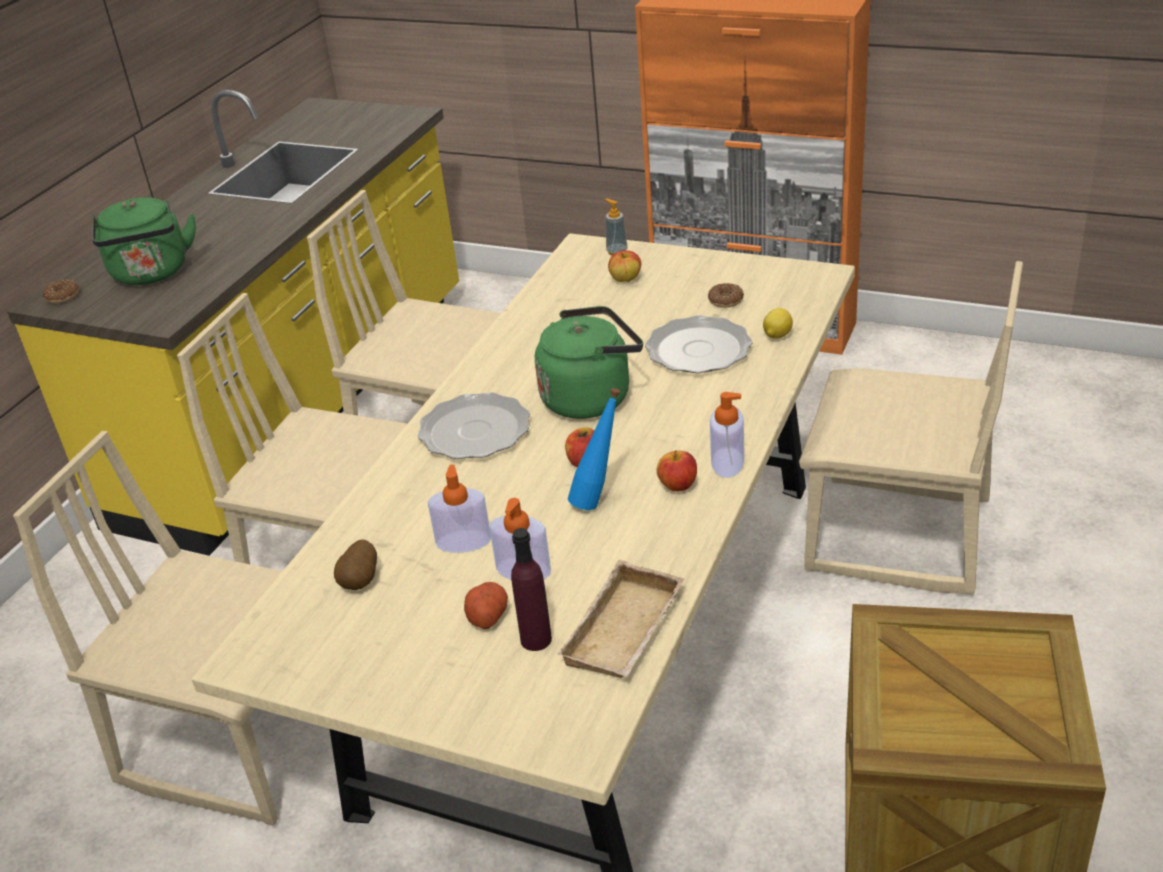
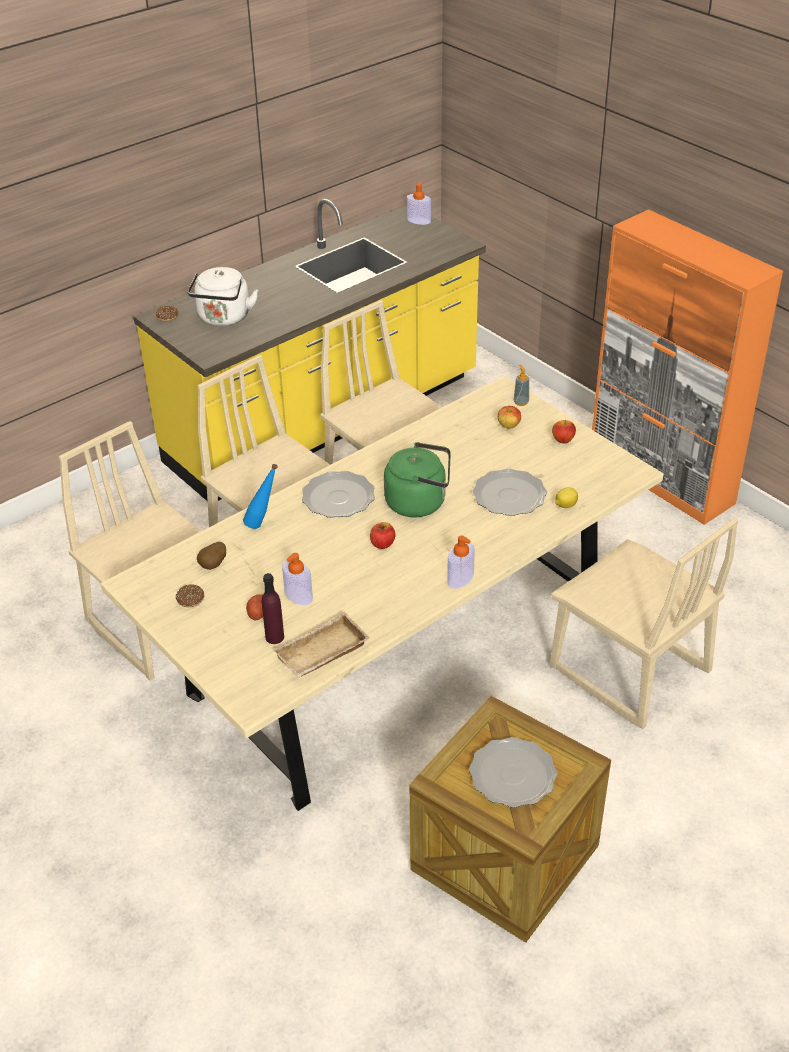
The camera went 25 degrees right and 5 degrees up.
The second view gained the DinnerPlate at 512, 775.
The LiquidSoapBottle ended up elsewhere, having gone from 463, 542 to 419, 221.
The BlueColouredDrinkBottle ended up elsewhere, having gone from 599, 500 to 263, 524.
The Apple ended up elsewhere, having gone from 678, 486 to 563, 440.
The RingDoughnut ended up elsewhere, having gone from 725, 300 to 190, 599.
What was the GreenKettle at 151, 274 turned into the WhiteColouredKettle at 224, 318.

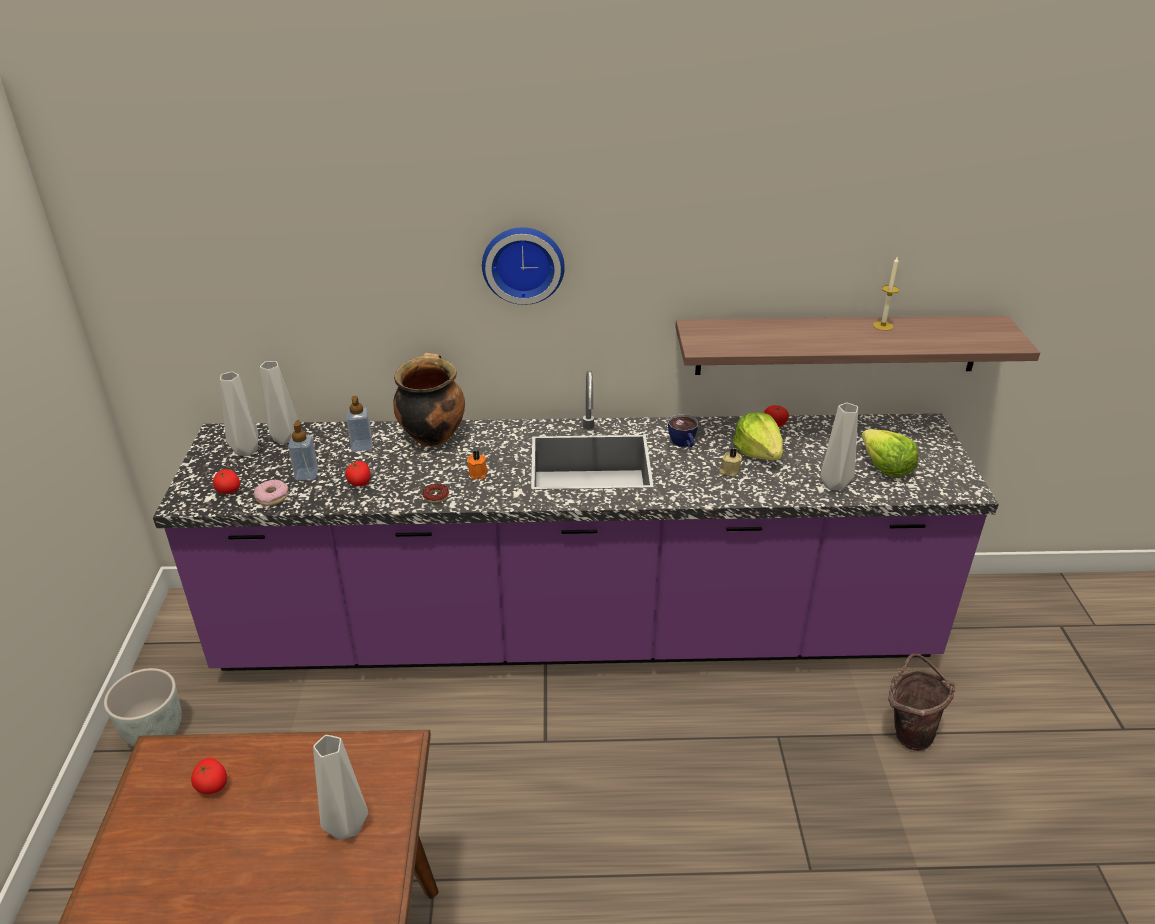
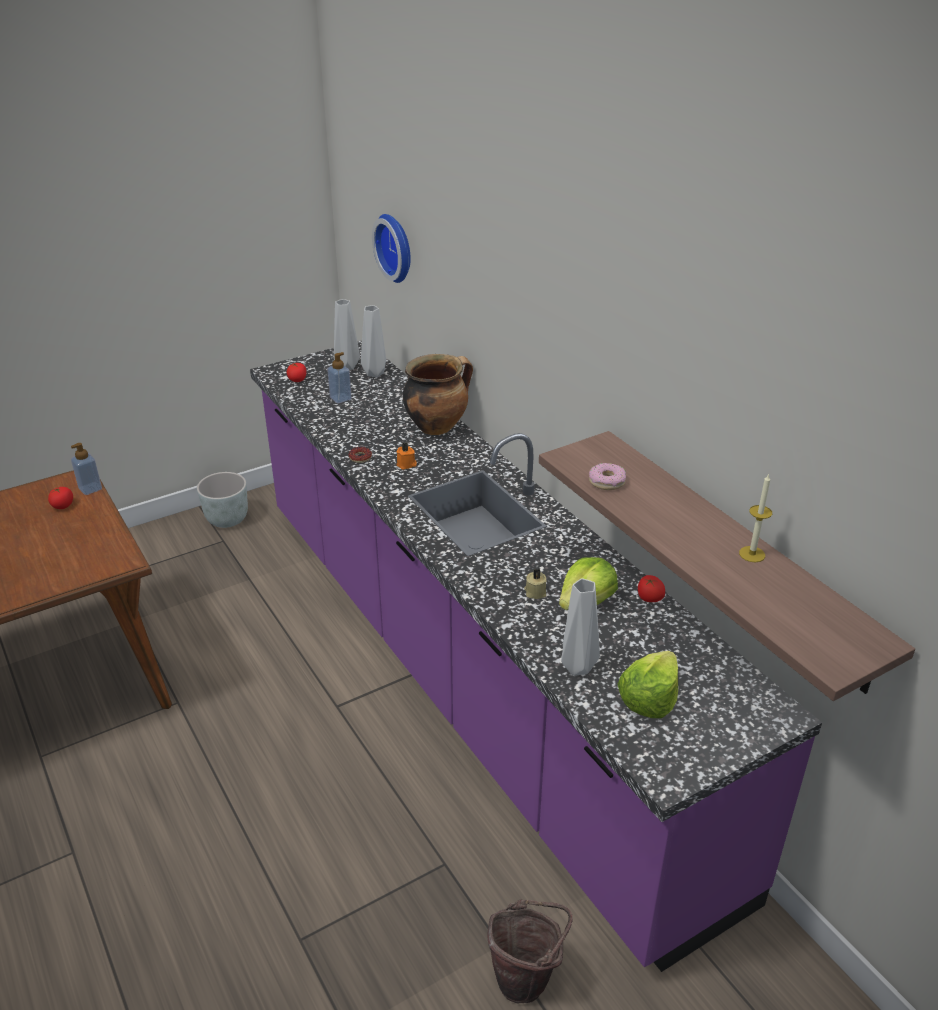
The camera went 60 degrees right and 0 degrees up.
The second view lost the GreyDecorativeVase at 348, 826.
The second view lost the FreshTomato at 360, 483.
The second view lost the Cup at 683, 444.
The RingDoughnut ended up elsewhere, having gone from 272, 497 to 607, 482.
The LiquidSoapBottle ended up elsewhere, having gone from 362, 446 to 90, 489.
The HangingClock ended up elsewhere, having gone from 523, 263 to 397, 247.

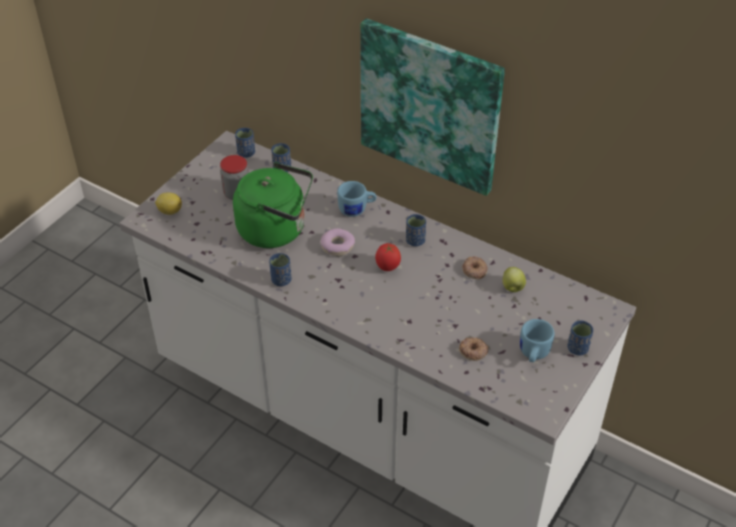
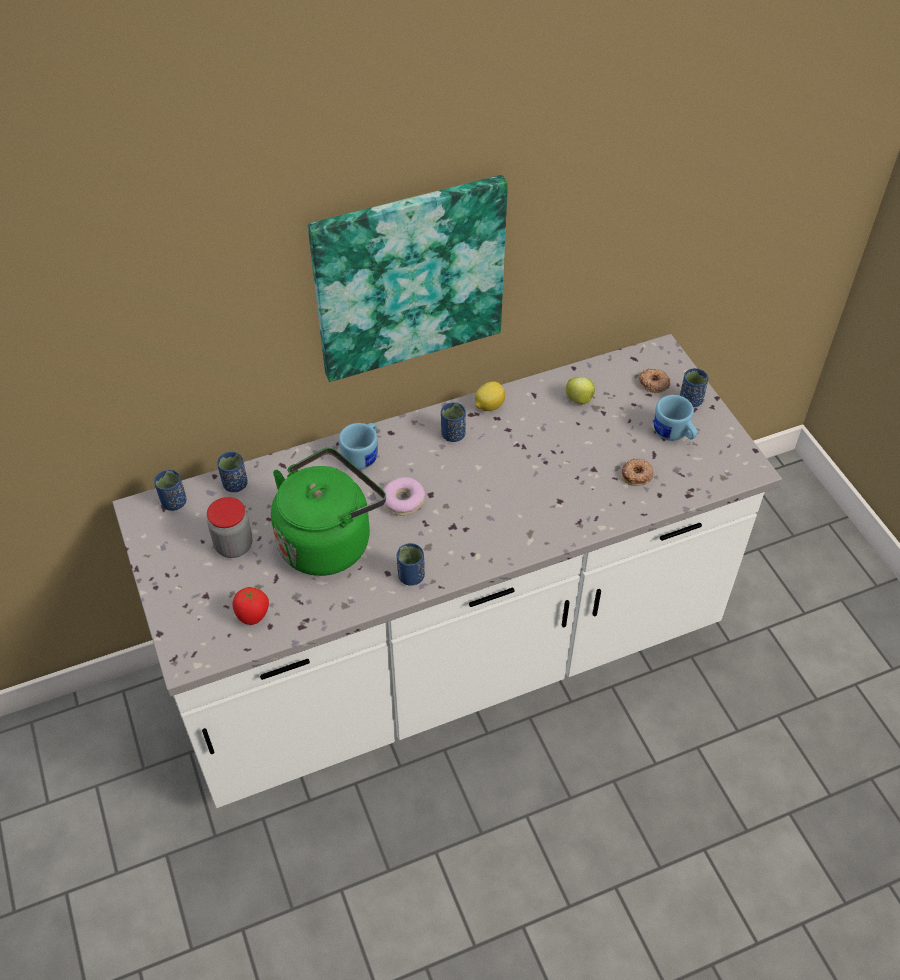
The camera went 55 degrees left and 5 degrees up.
The CitrusFruit ended up elsewhere, having gone from 169, 211 to 488, 406.
The FreshTomato ended up elsewhere, having gone from 387, 267 to 253, 617.
The RingDoughnut ended up elsewhere, having gone from 474, 270 to 653, 383.

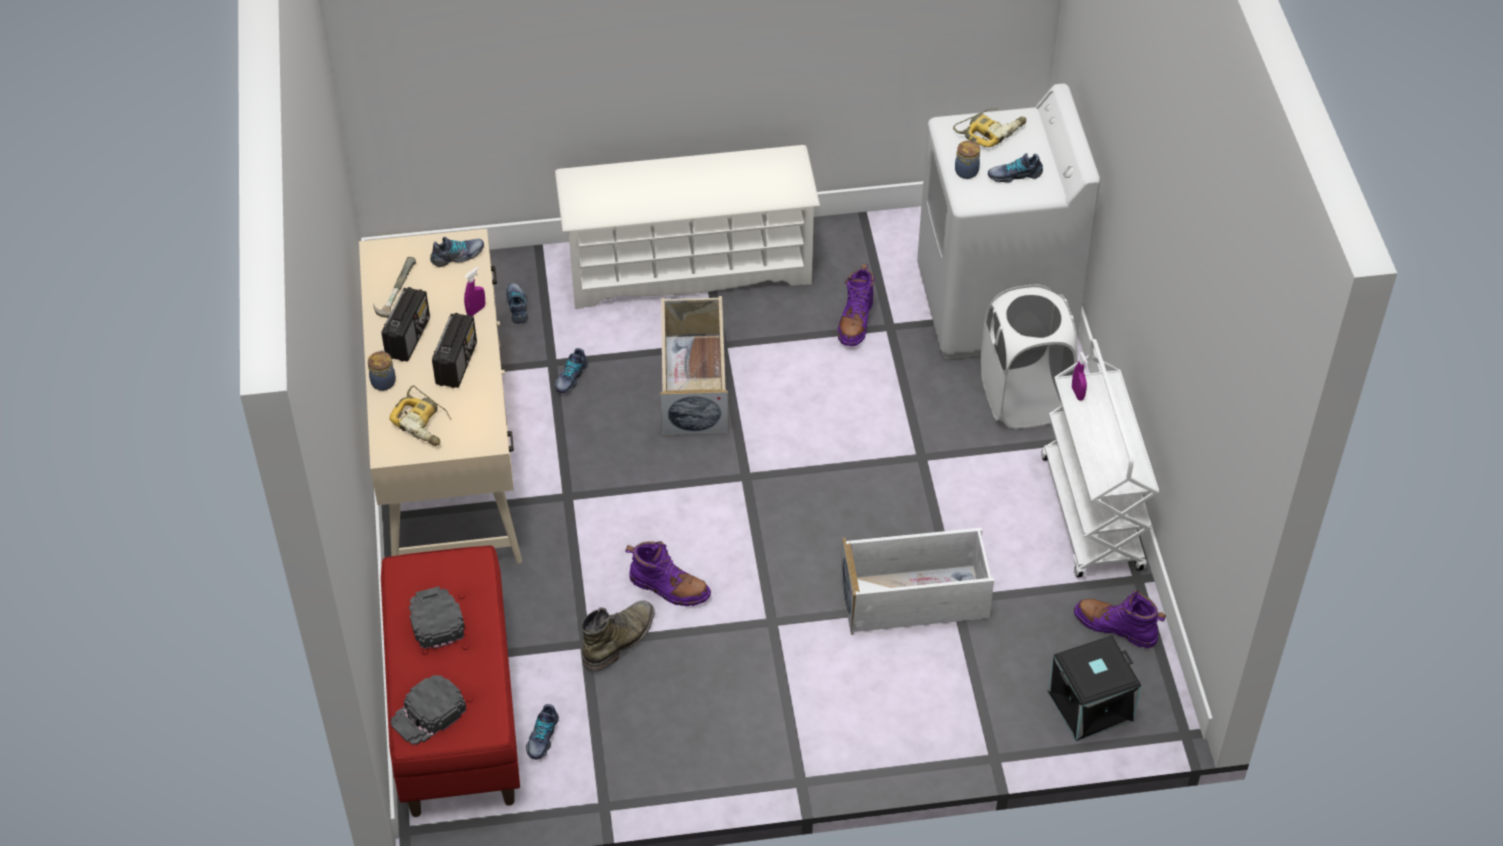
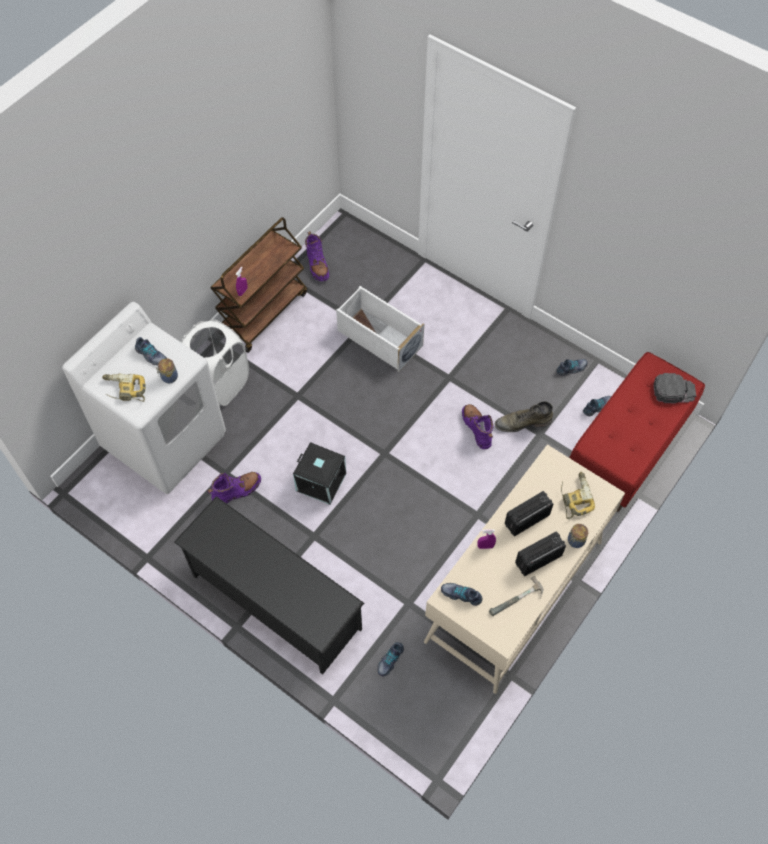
The camera went 135 degrees left and 10 degrees up.
The second view lost the BlackishCap at 435, 619.
The second view lost the BeigeStorageBox at 693, 383.
The LowShoe ended up elsewhere, having gone from 570, 377 to 571, 369.
The BlackishStorageBox ended up elsewhere, having gone from 1090, 707 to 321, 481.
What was the WhiteColouredShoeStand at 689, 267 turned into the BlackishShoeStand at 275, 601.
What was the WhiteColouredTrolley at 1092, 514 turned into the BrownishTrolley at 263, 312.

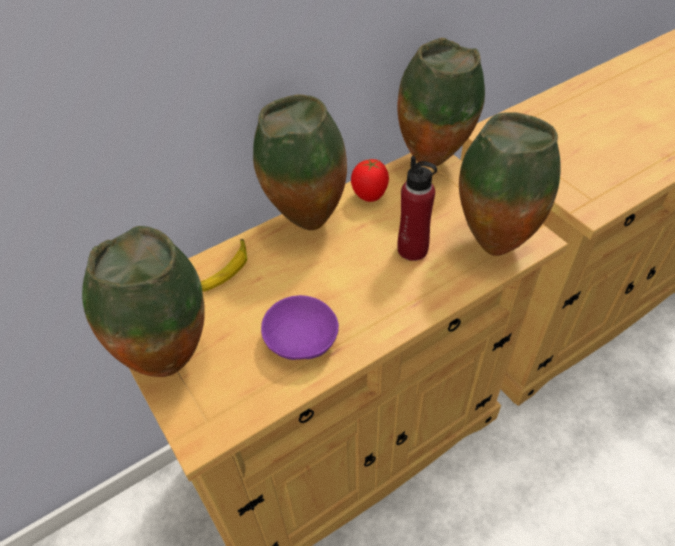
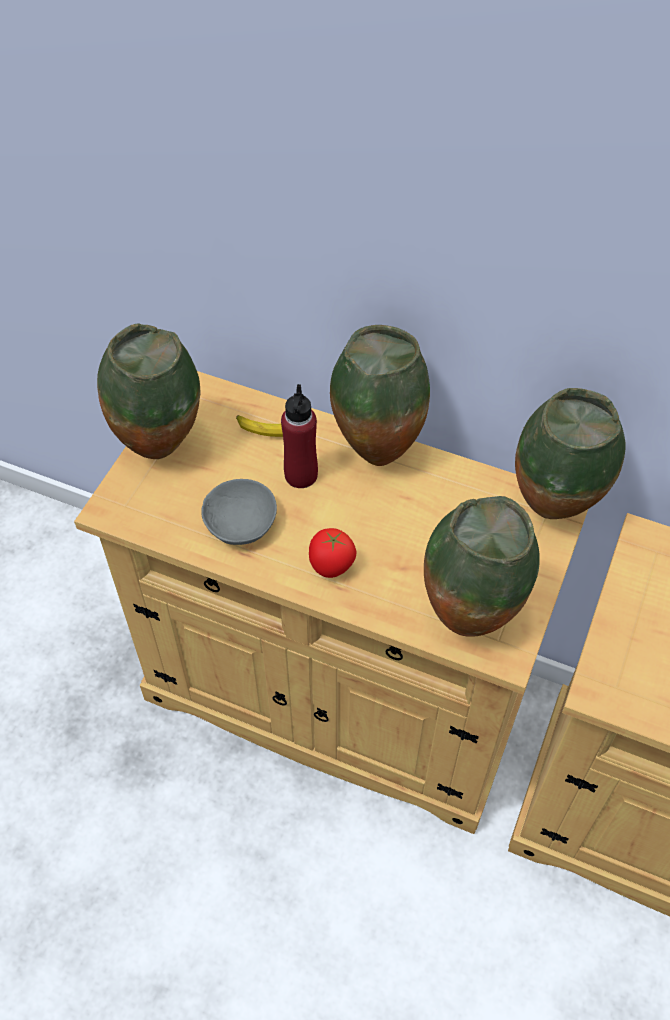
The camera went 55 degrees right and 5 degrees up.
The FreshTomato ended up elsewhere, having gone from 370, 196 to 331, 568.
The RedColouredDrinkBottle ended up elsewhere, having gone from 412, 249 to 301, 475.
What was the PurpleBowl at 303, 338 turned into the GreyBowl at 242, 524.

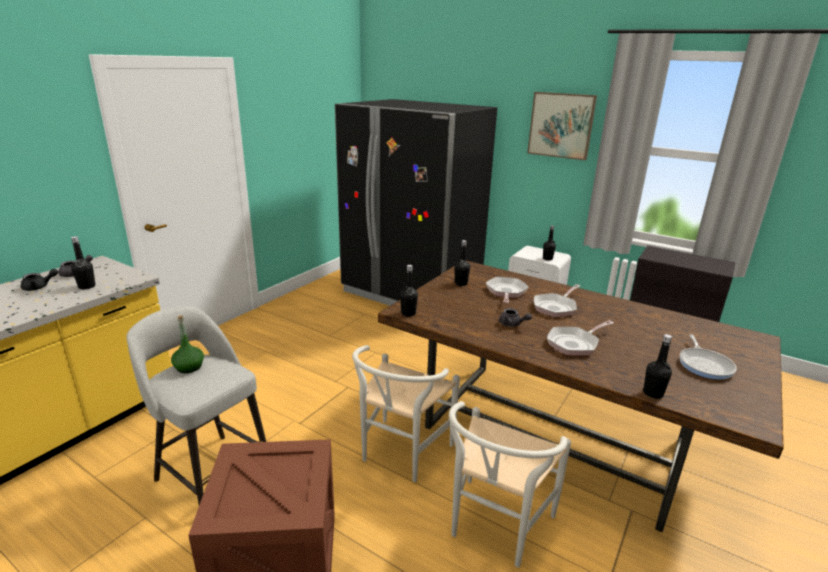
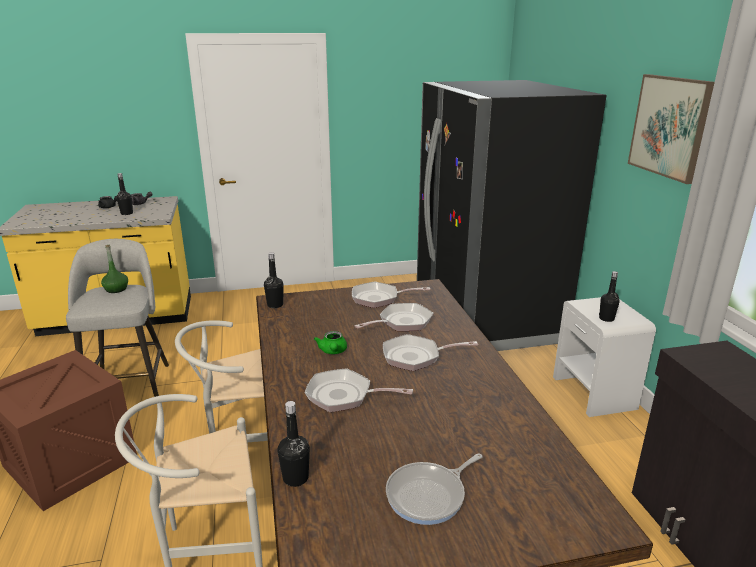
The camera went 45 degrees right and 0 degrees up.
Where the BlackishDrinkBottle stood at 461, 283, the Pan came to stand at 379, 298.
What was the GreyPotForTea at 512, 324 turned into the GreenPotForTea at 332, 351.

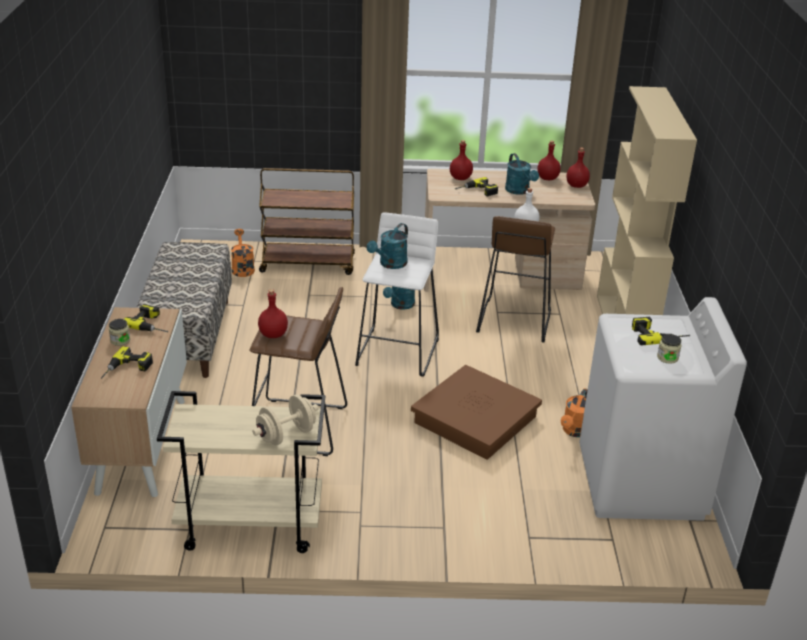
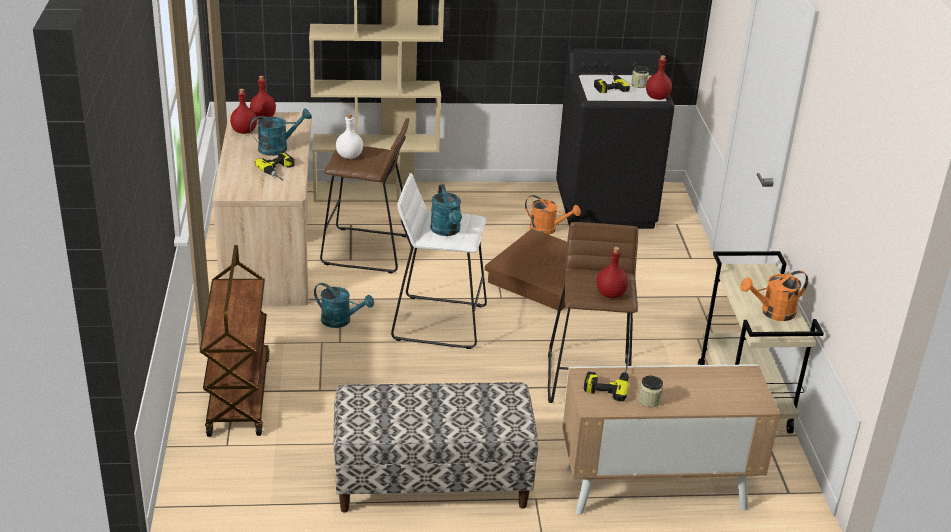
The camera went 95 degrees left and 0 degrees up.
The second view lost the ElectricDrill at 127, 369.
The second view lost the BeigeFreeWeight at 286, 435.
The OrangeWateringCan ended up elsewhere, having gone from 242, 268 to 772, 313.
The RedColouredDrinkBottle ended up elsewhere, having gone from 460, 178 to 657, 97.
What was the WhiteColouredWashingMachine at 641, 483 turned into the BlackishWashingMachine at 606, 206.
The BlueGreenWateringCan at 390, 264 ended up facing another way, 45 degrees clockwise from before.

